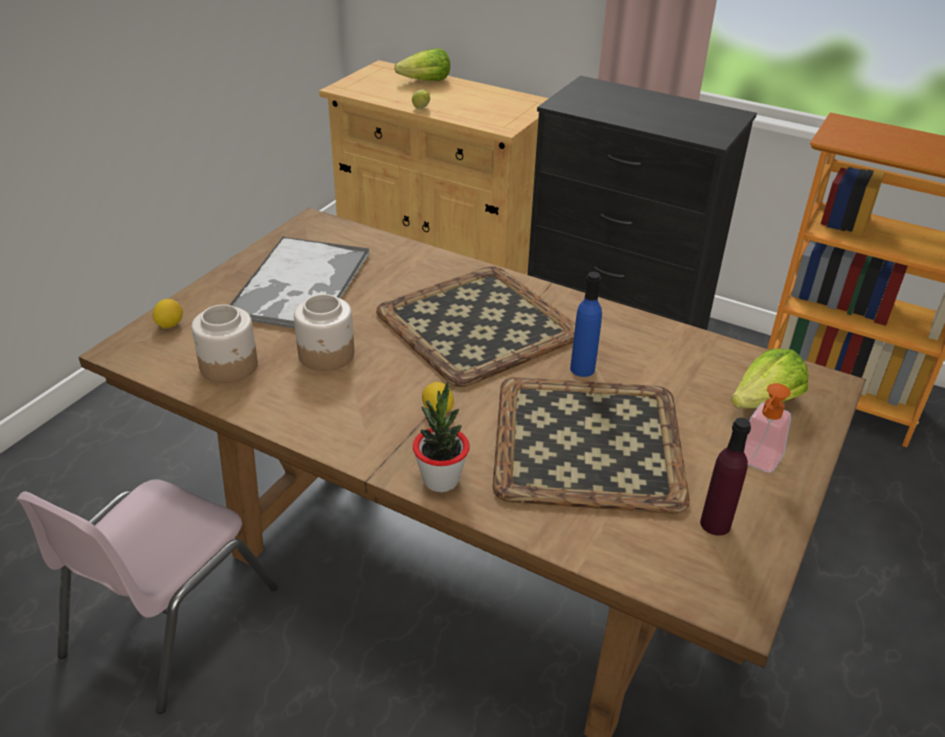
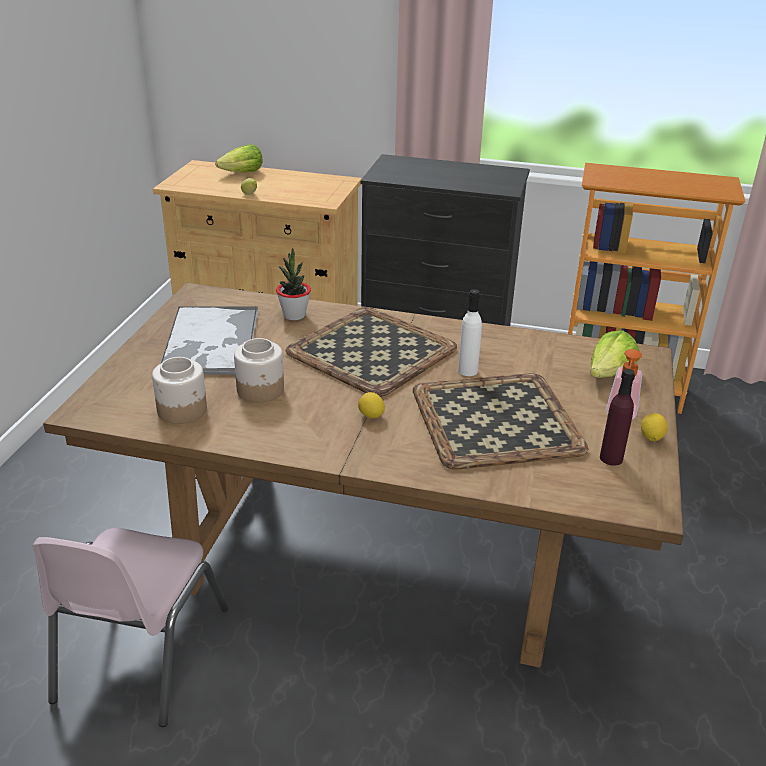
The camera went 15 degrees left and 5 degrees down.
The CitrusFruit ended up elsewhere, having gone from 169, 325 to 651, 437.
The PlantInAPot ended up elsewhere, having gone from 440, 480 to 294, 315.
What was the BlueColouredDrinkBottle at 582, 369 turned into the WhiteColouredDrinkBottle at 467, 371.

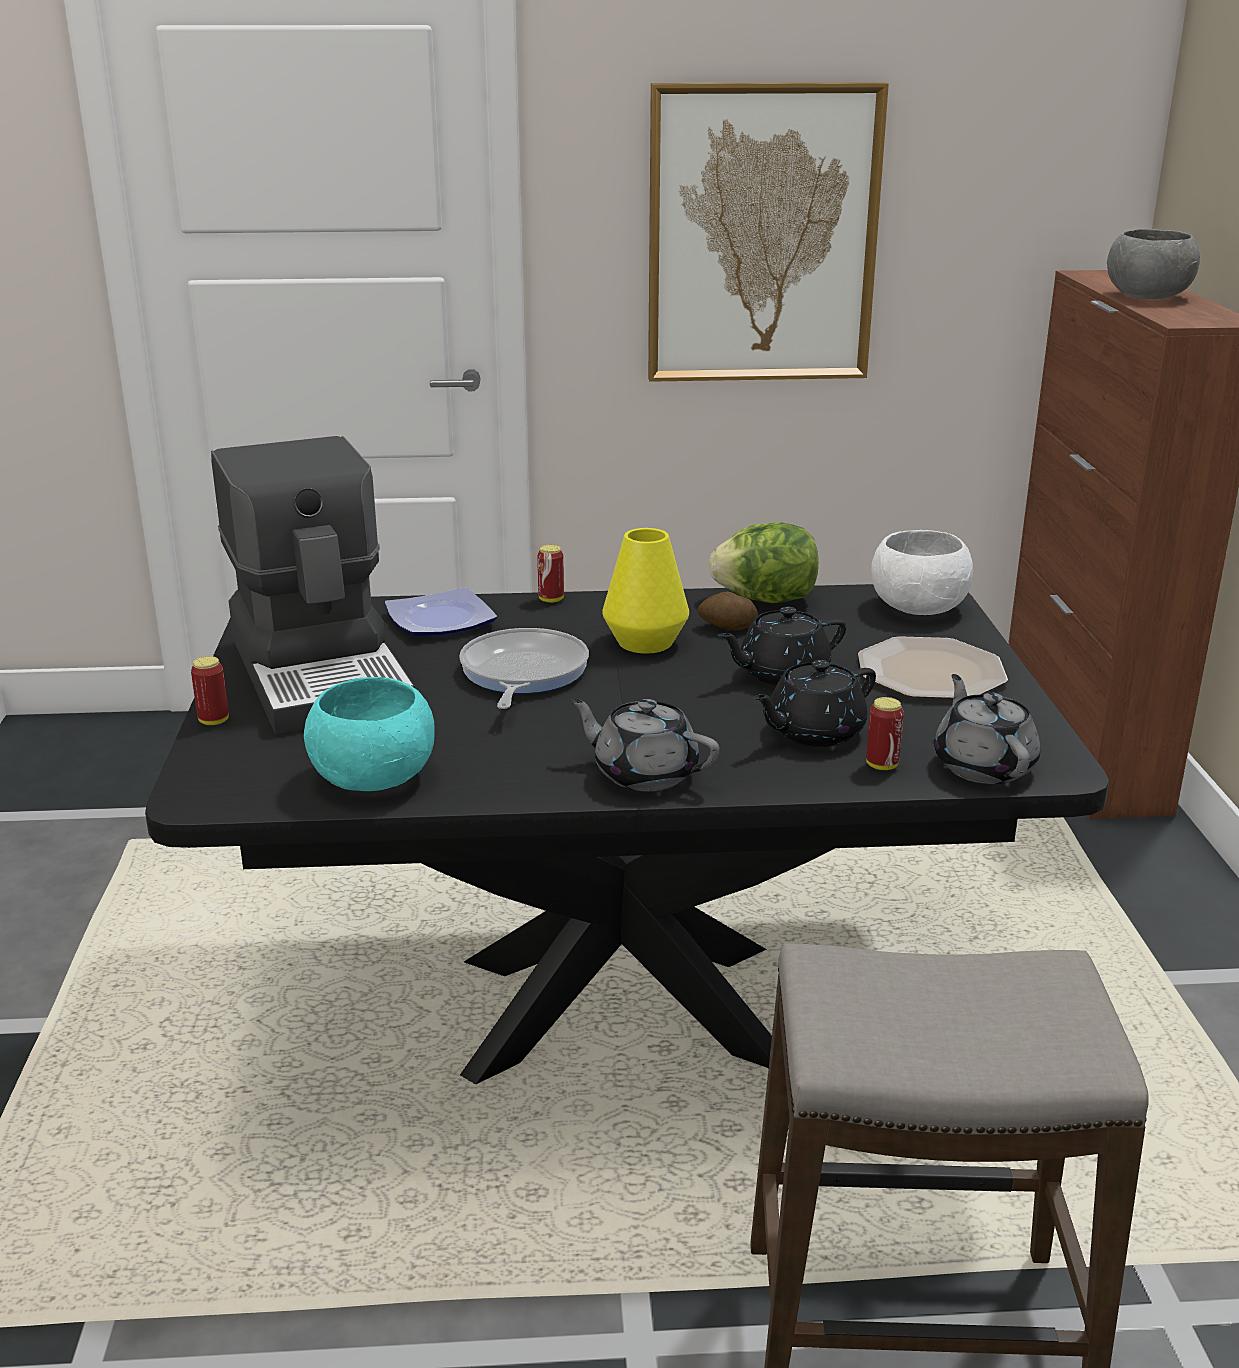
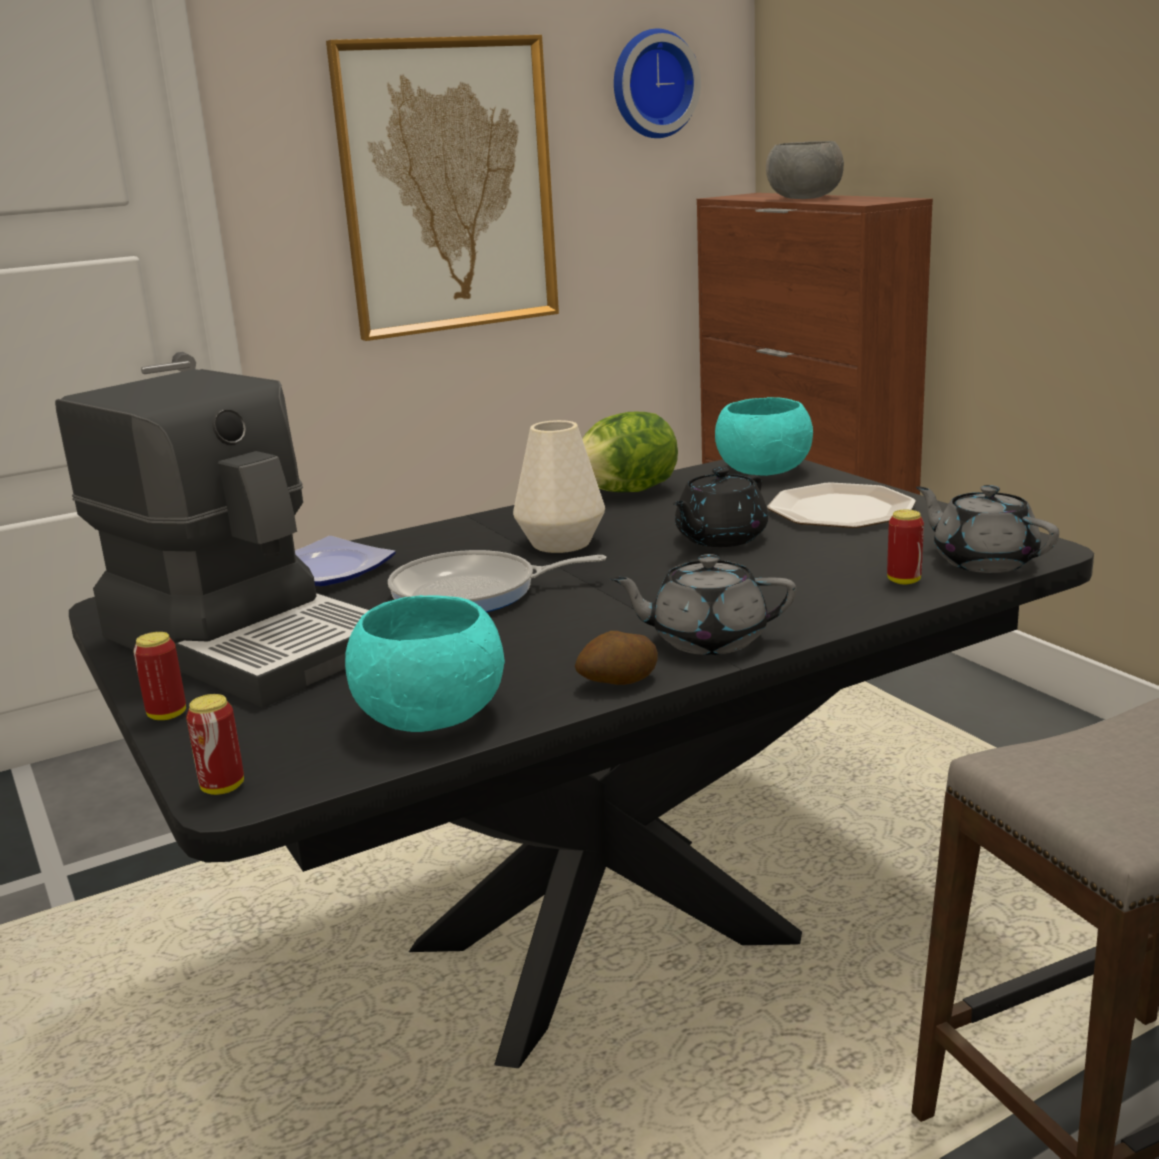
The camera went 25 degrees left and 5 degrees down.
The second view lost the BlackishPotForTea at 813, 732.
The second view gained the HangingClock at 652, 84.
The MetalCan ended up elsewhere, having gone from 551, 599 to 223, 787.
The WholePotato ended up elsewhere, having gone from 727, 627 to 618, 682.
What was the YellowDecorativeVase at 645, 642 turned into the WhiteColouredDecorativeVase at 561, 543.
What was the WhiteColouredBowl at 919, 607 turned into the BlueGreenBowl at 764, 471.
The Pan at 522, 674 ended up facing another way, 75 degrees counterclockwise from before.

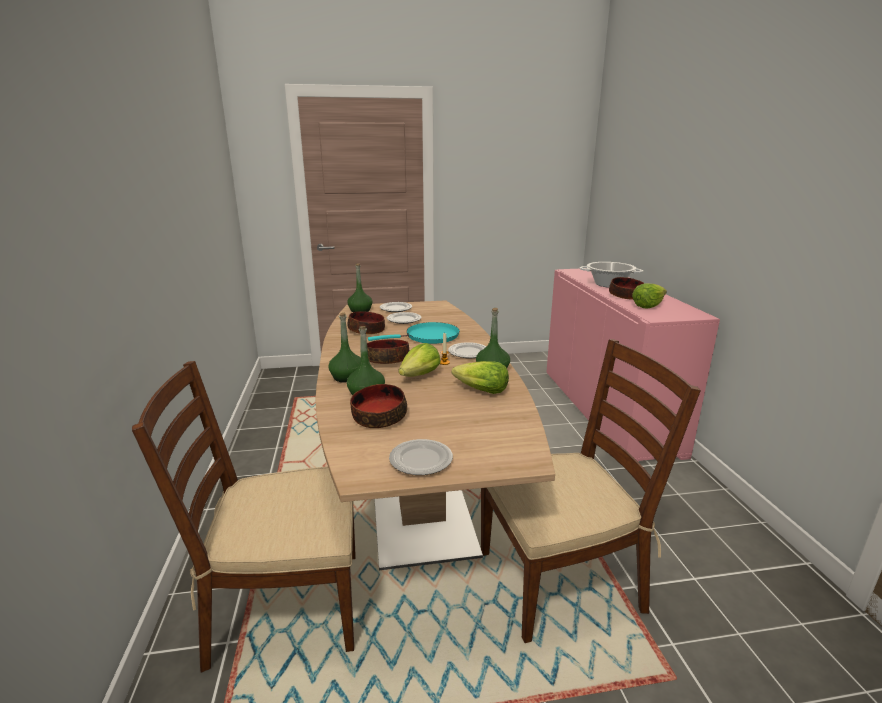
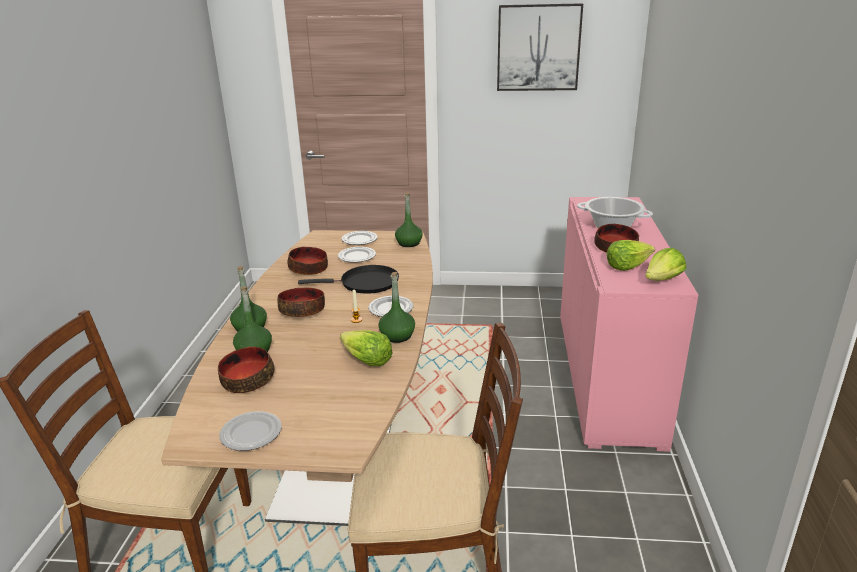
The camera went 15 degrees right and 5 degrees up.
The second view gained the WallArt at 538, 48.
The GreenDrinkBottle ended up elsewhere, having gone from 360, 310 to 409, 243.
The Lettuce ended up elsewhere, having gone from 420, 375 to 663, 280.
What was the BlueGreenPan at 428, 337 turned into the BlackishPan at 365, 283.

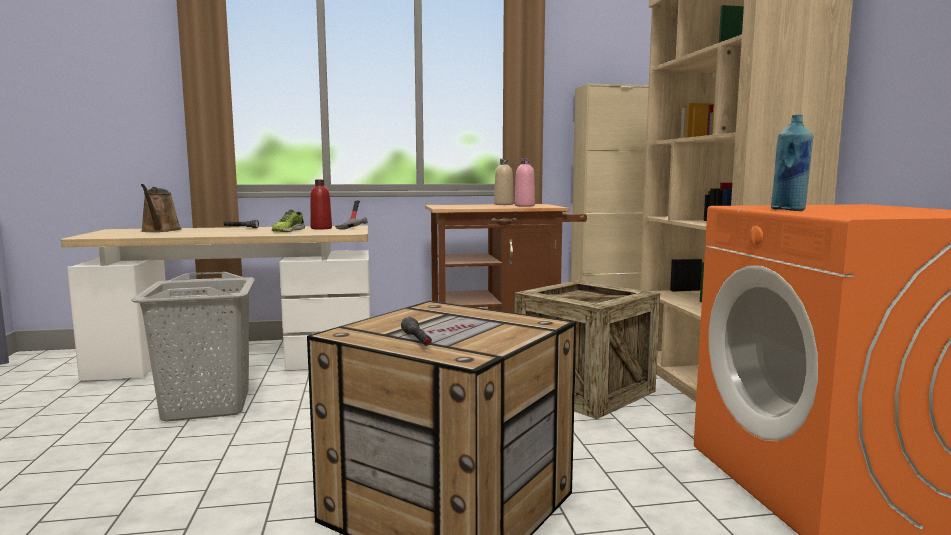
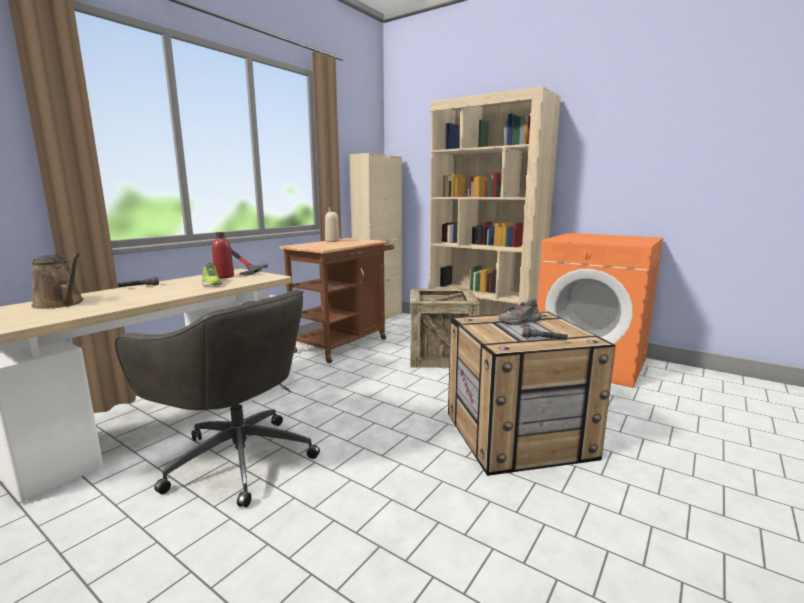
The camera went 45 degrees left and 5 degrees up.
The second view lost the PinkColouredDrinkBottle at 524, 206.
The second view lost the BlueColouredDrinkBottle at 788, 210.
The second view gained the LowShoe at 520, 322.
Where the GreyWashingBasket stood at 205, 406, the GreyOfficeChair came to stand at 237, 458.

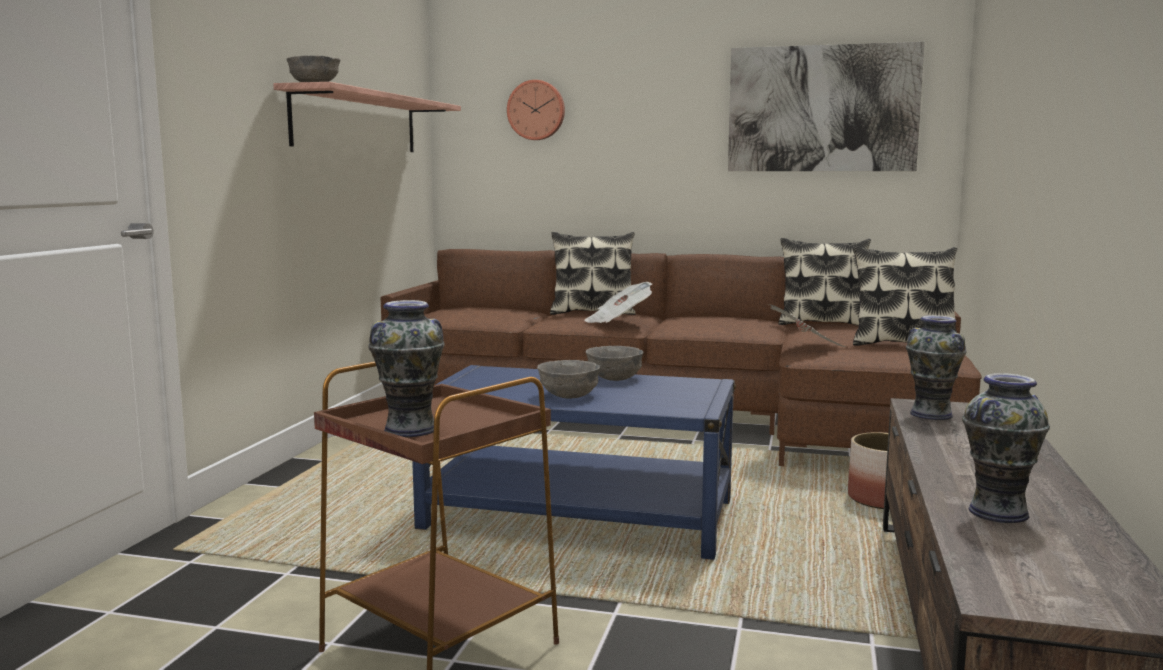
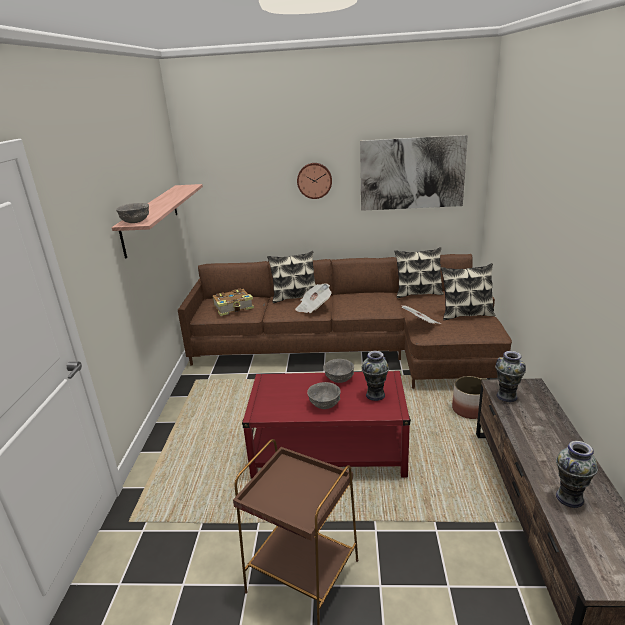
The camera went 10 degrees left and 15 degrees up.
The second view gained the Book at 234, 307.
The DecorativeVase ended up elsewhere, having gone from 410, 430 to 375, 395.
The HangingClock ended up elsewhere, having gone from 536, 110 to 314, 180.
What was the BlueColouredLoungeTable at 579, 515 turned into the RedColouredLoungeTable at 329, 450.

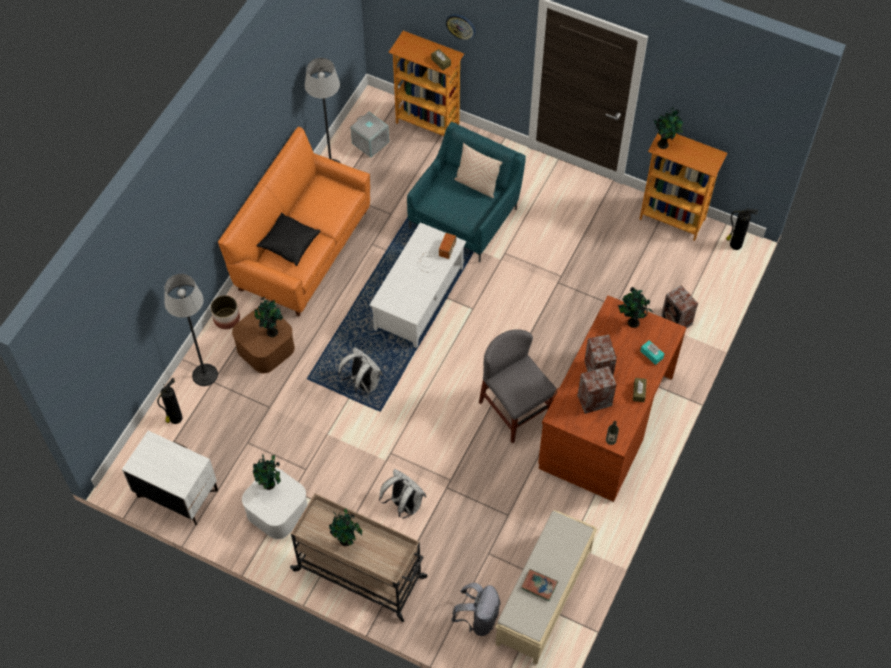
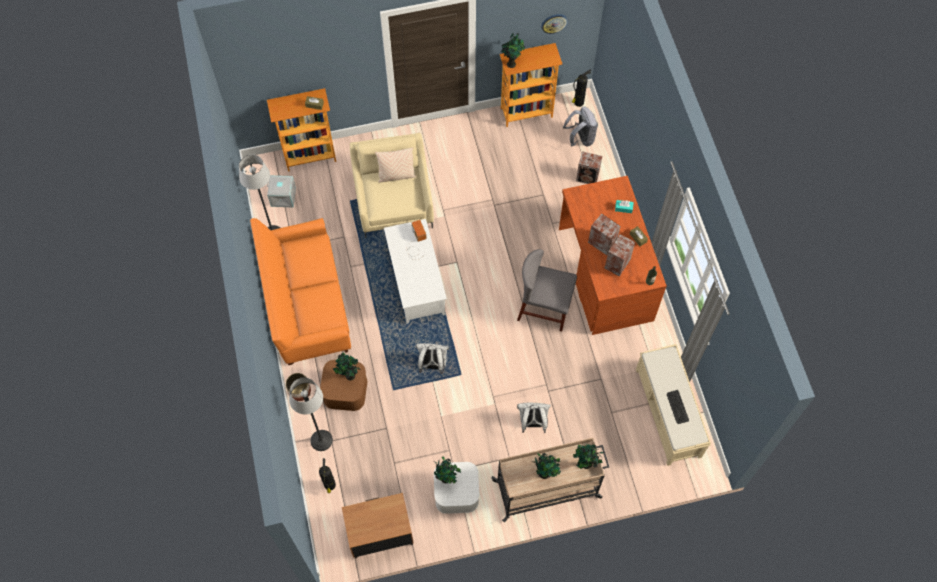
The camera went 40 degrees left and 5 degrees up.
The second view lost the BlackishPillow at 289, 244.
The HangingClock ended up elsewhere, having gone from 461, 26 to 554, 23.
The GreyBackpack ended up elsewhere, having gone from 478, 618 to 580, 138.
The PlantInAPot ended up elsewhere, having gone from 632, 322 to 585, 464.
Where the Book stood at 539, 586, the ComputerKeyboard came to stand at 677, 407.
What was the WhiteColouredBedsideTable at 177, 494 turned into the BrownishBedsideTable at 380, 535.
What was the BlueGreenArmchair at 466, 215 turned into the BeigeArmchair at 394, 202.

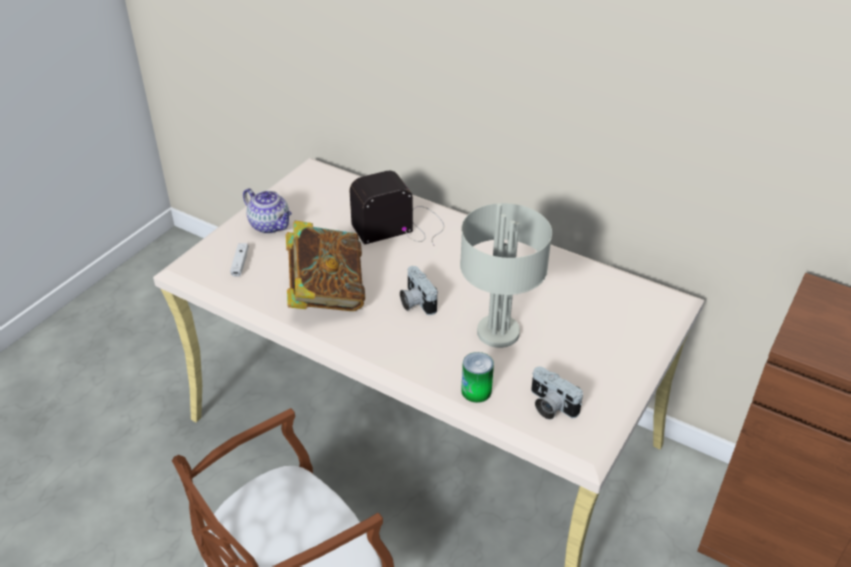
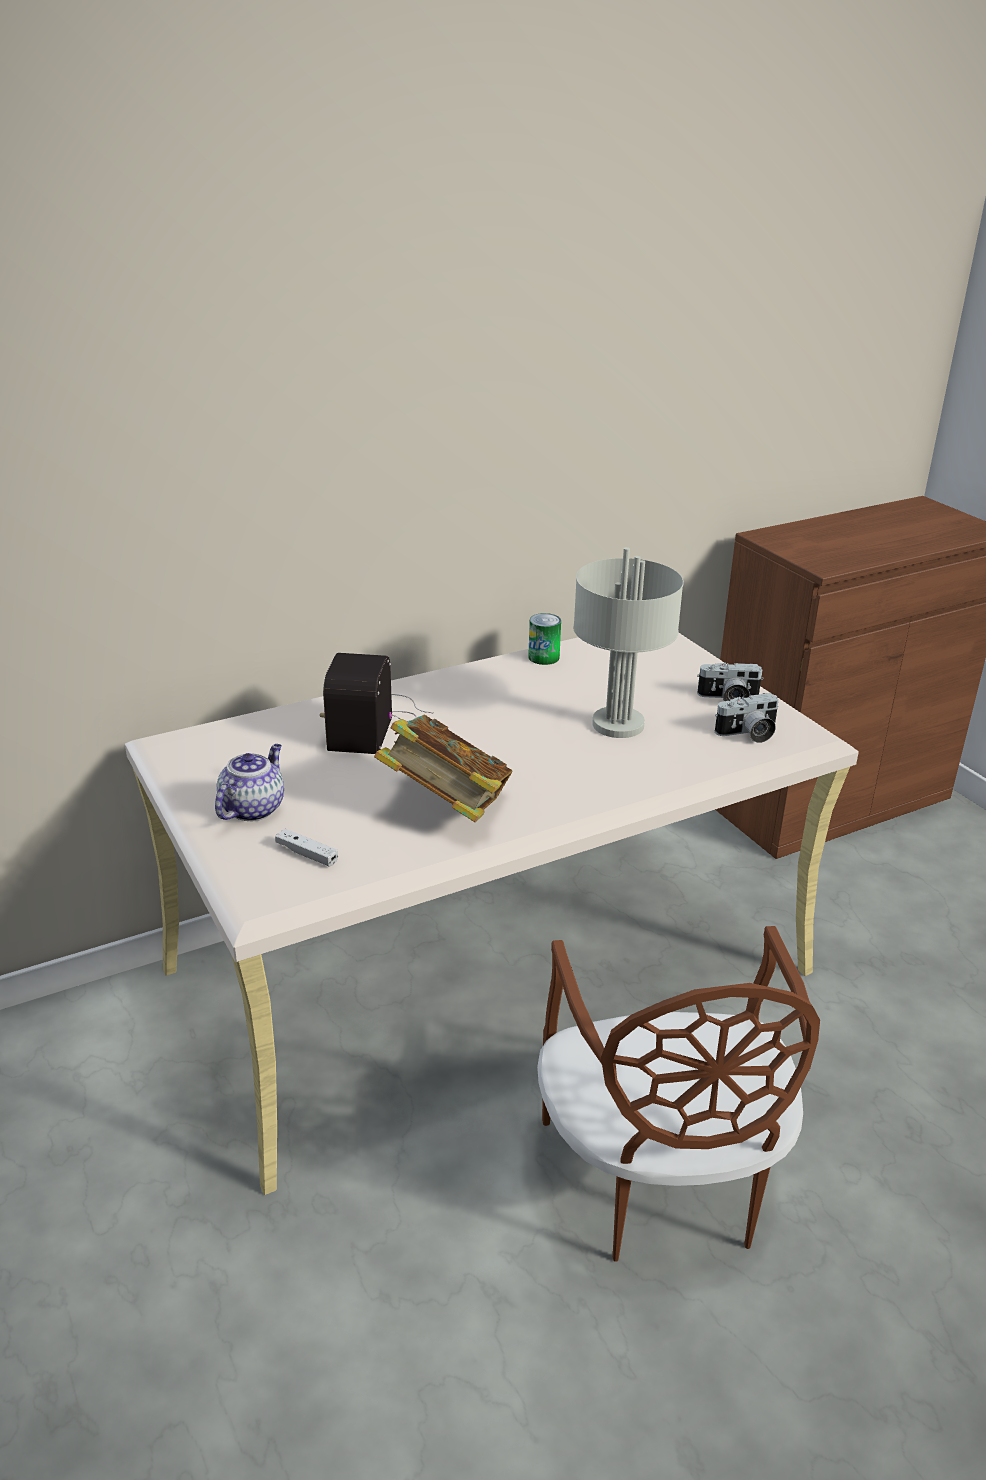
The camera went 60 degrees left and 10 degrees down.
The PhotoCamera ended up elsewhere, having gone from 415, 302 to 728, 699.
The MetalCan ended up elsewhere, having gone from 476, 391 to 543, 657.
The PotForTea at 270, 225 ended up facing another way, 45 degrees counterclockwise from before.

